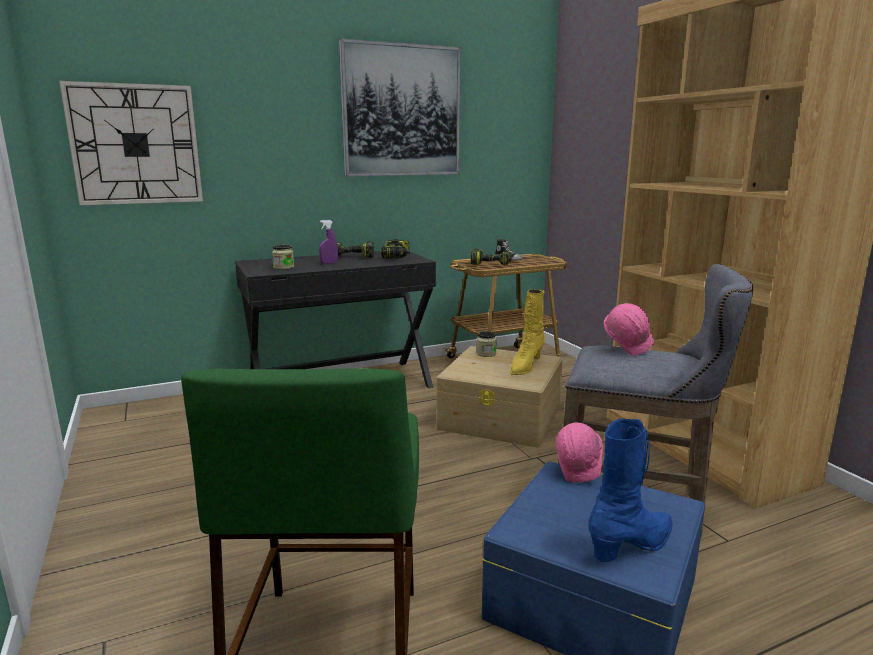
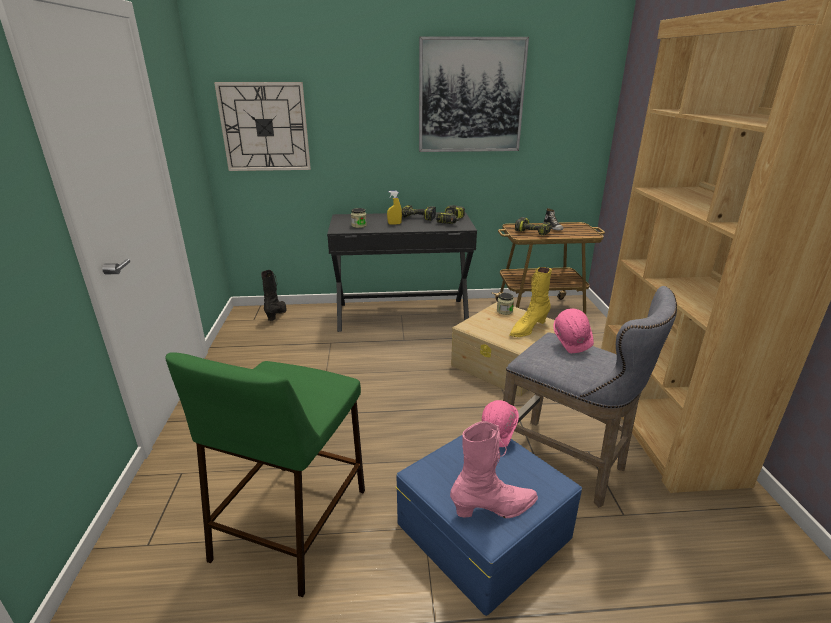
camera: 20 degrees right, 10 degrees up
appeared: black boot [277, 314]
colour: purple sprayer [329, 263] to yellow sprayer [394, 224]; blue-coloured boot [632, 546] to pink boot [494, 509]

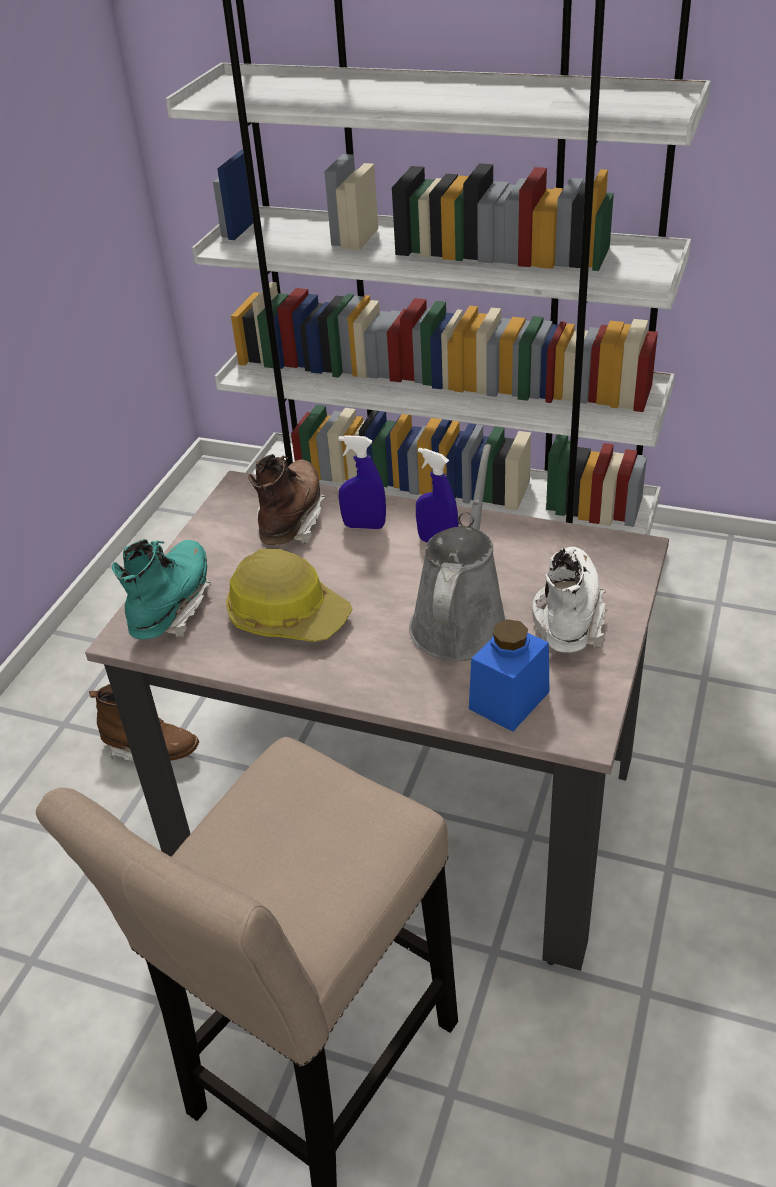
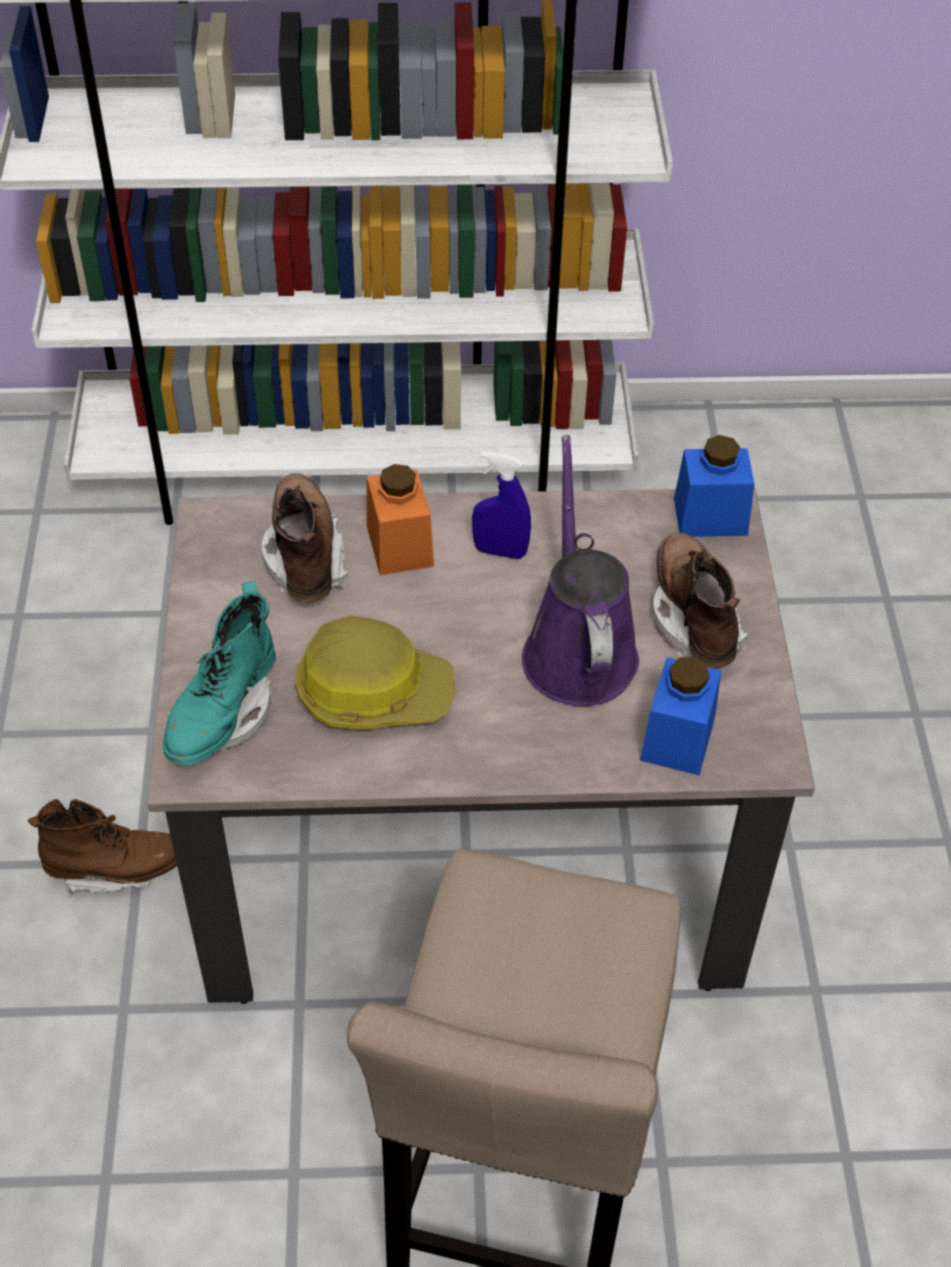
camera: 25 degrees left, 10 degrees up
appeared: blue-coloured jar [710, 516]
exchanged: blue-coloured sprayer [364, 526] to orange-coloured jar [400, 546]
colour: greyish watering pot [461, 619] to purple watering pot [577, 649]; whitish boot [568, 618] to brown-coloured boot [694, 619]
spun: turquoise boot [172, 607] = [223, 715] 150 degrees counterclockwise

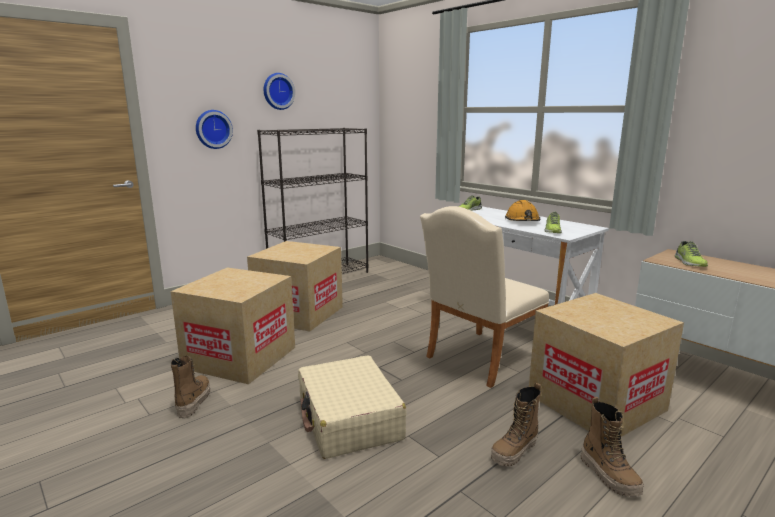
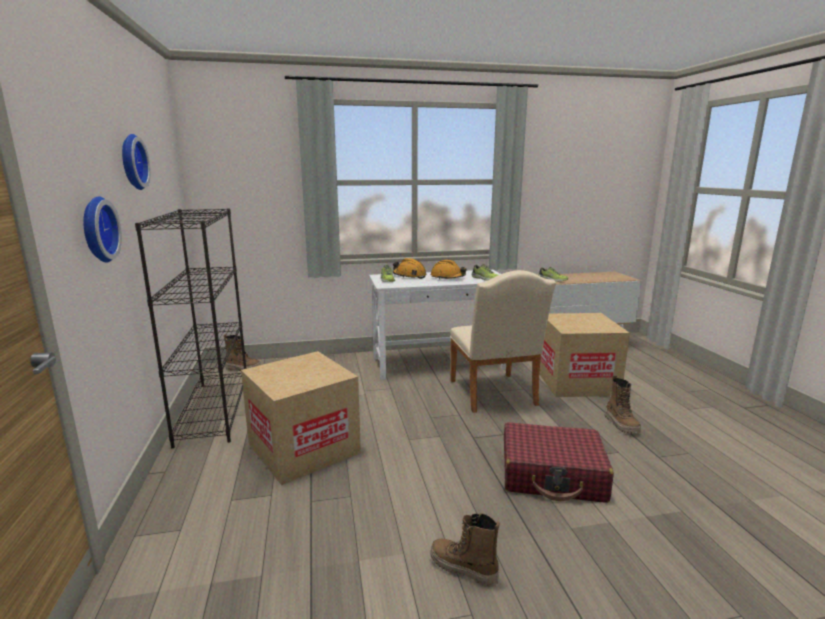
camera: 60 degrees left, 0 degrees up
missing: carton [240, 357]
appeared: orange-coloured work helmet [409, 276]
relocated: boot [609, 476] to [243, 368]
colour: sand-coloured piece of luggage [349, 419] to reddish piece of luggage [552, 475]

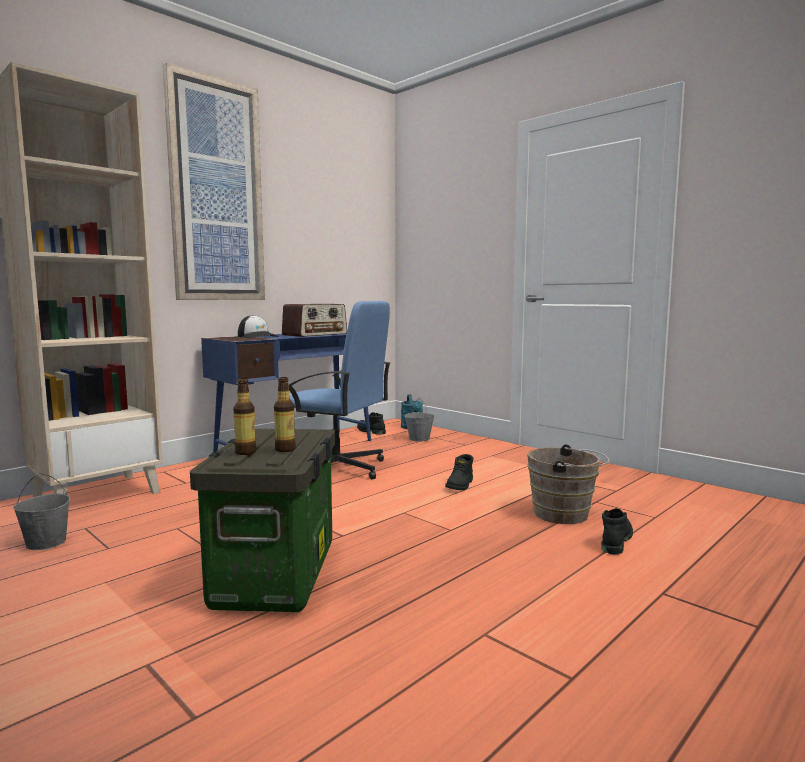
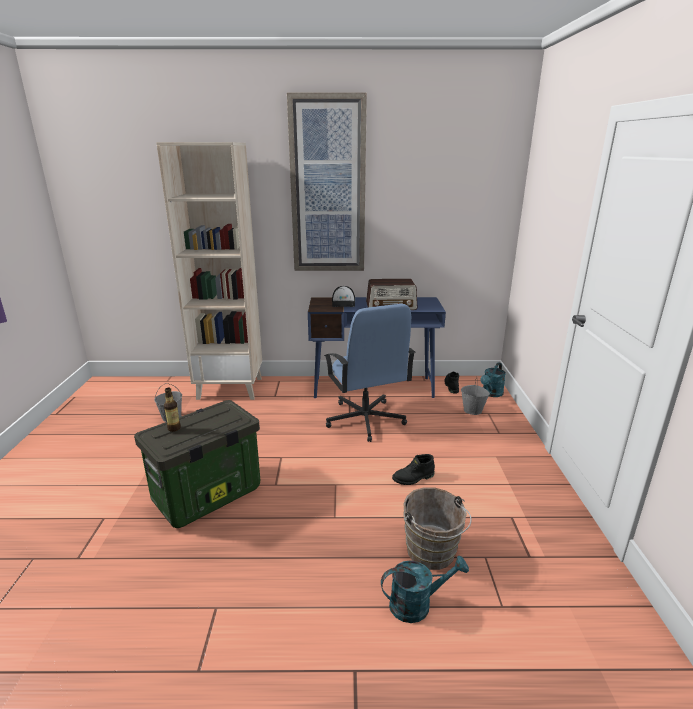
camera: 45 degrees right, 15 degrees up
missing: beverage bottle [285, 449]
exchanged: black boot [615, 541] to turquoise watering pot [417, 604]

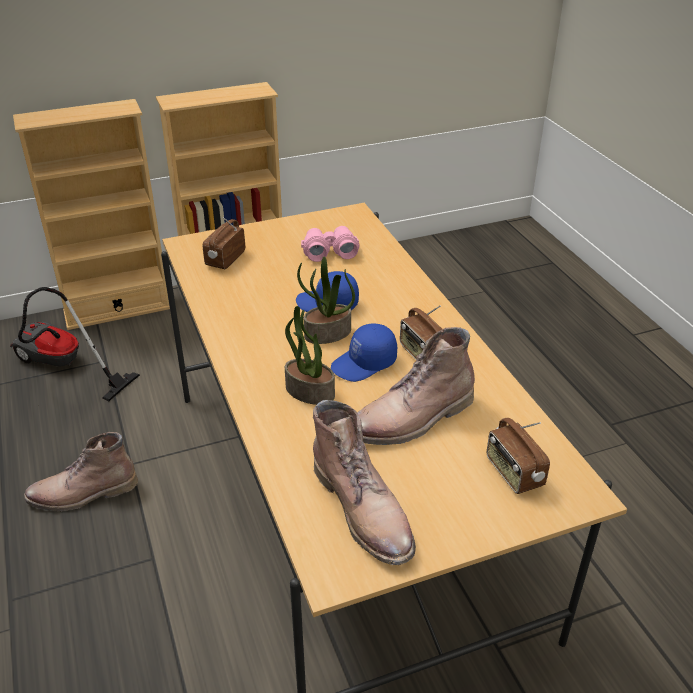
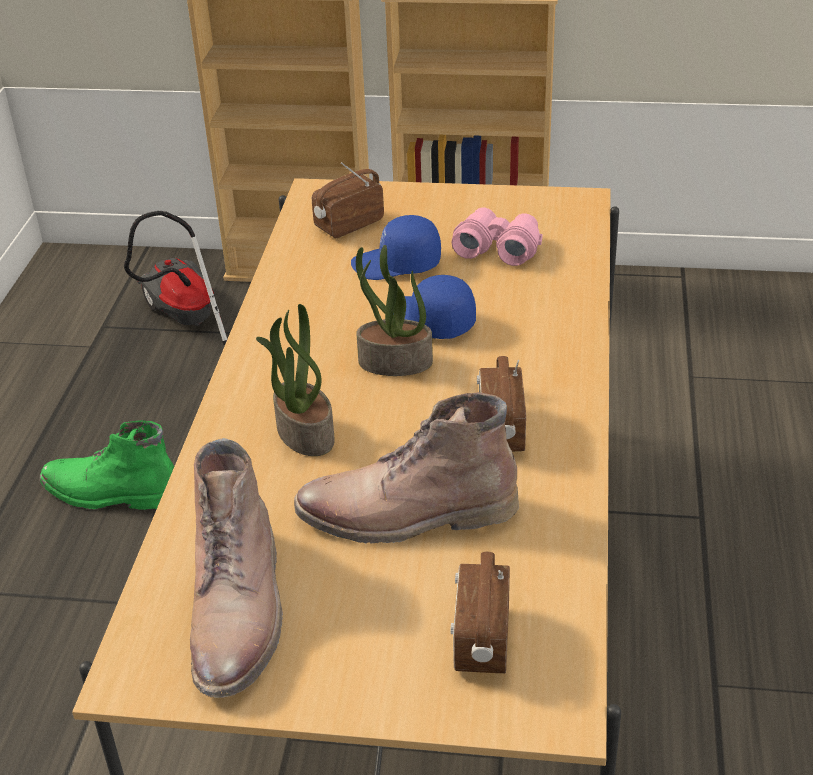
camera: 30 degrees right, 0 degrees up
relocated: blue-coloured cap [364, 364] to [397, 265]
colour: brown-coloured boot [82, 494] to green-coloured boot [109, 493]

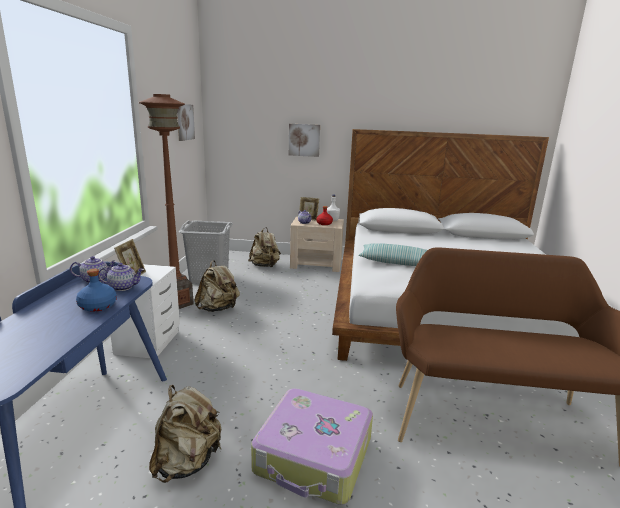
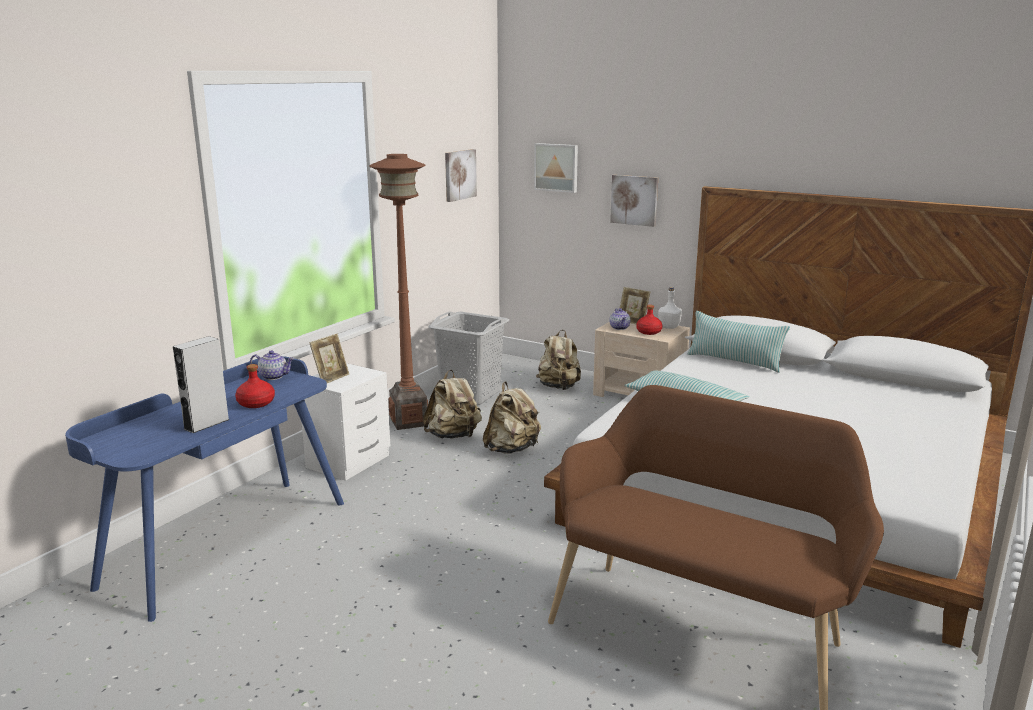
camera: 25 degrees right, 0 degrees up
missing: tea pot [123, 287]; piece of luggage [314, 456]
appeared: wall art [556, 167]; throw pillow [734, 361]; greyish audio speaker [206, 424]
relocated: sand-coloured knapsack [187, 462] to [511, 449]
colour: blue-coloured beverage bottle [97, 306] to reddish beverage bottle [255, 403]

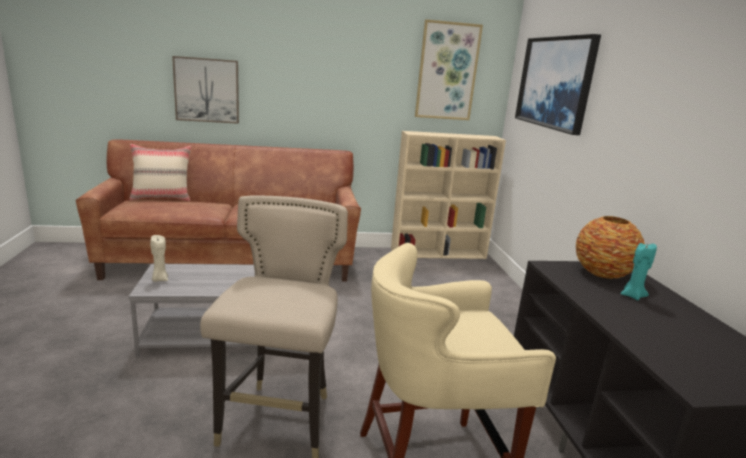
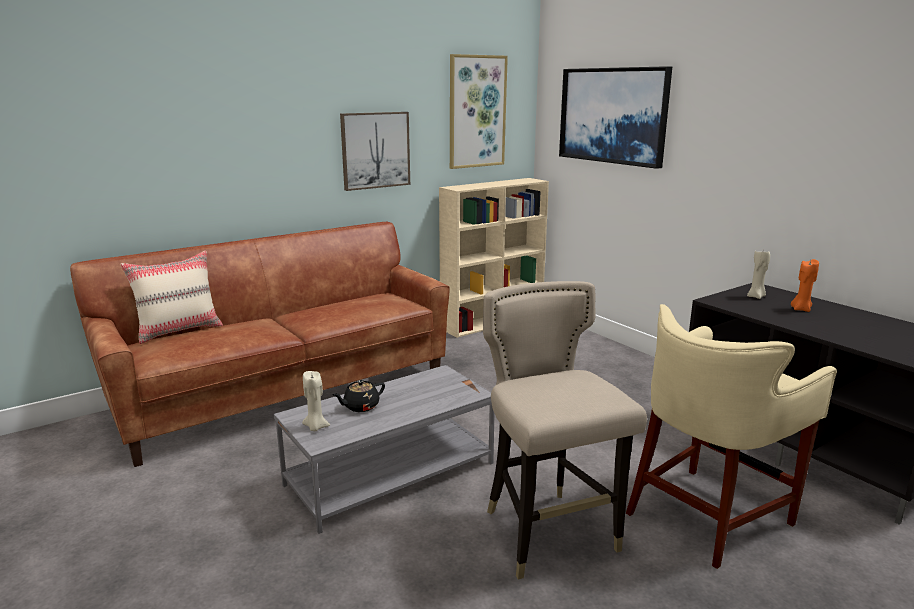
camera: 25 degrees left, 0 degrees up
appeared: black tea pot [360, 406]
relocated: wall art [207, 90] to [375, 150]
exchanged: flower vase [602, 273] to sand-coloured wax light [756, 296]
colour: turquoise wax light [632, 296] to orange-coloured wax light [801, 309]

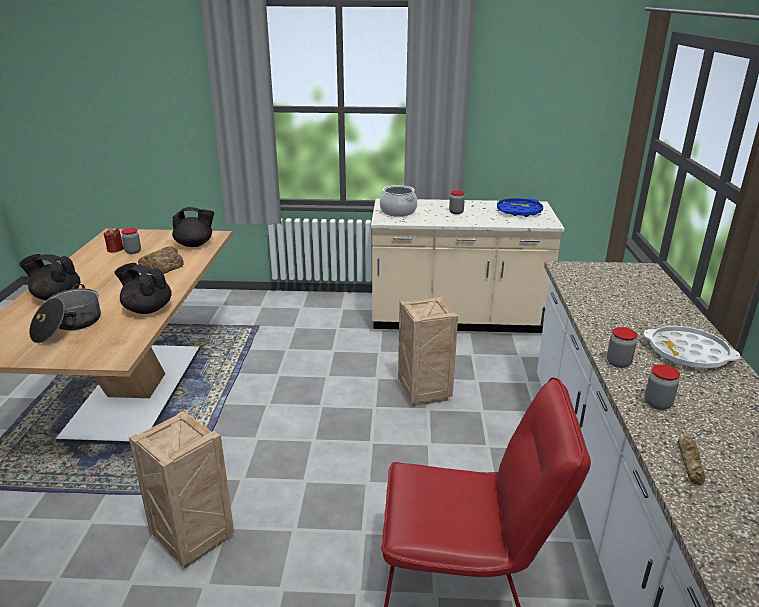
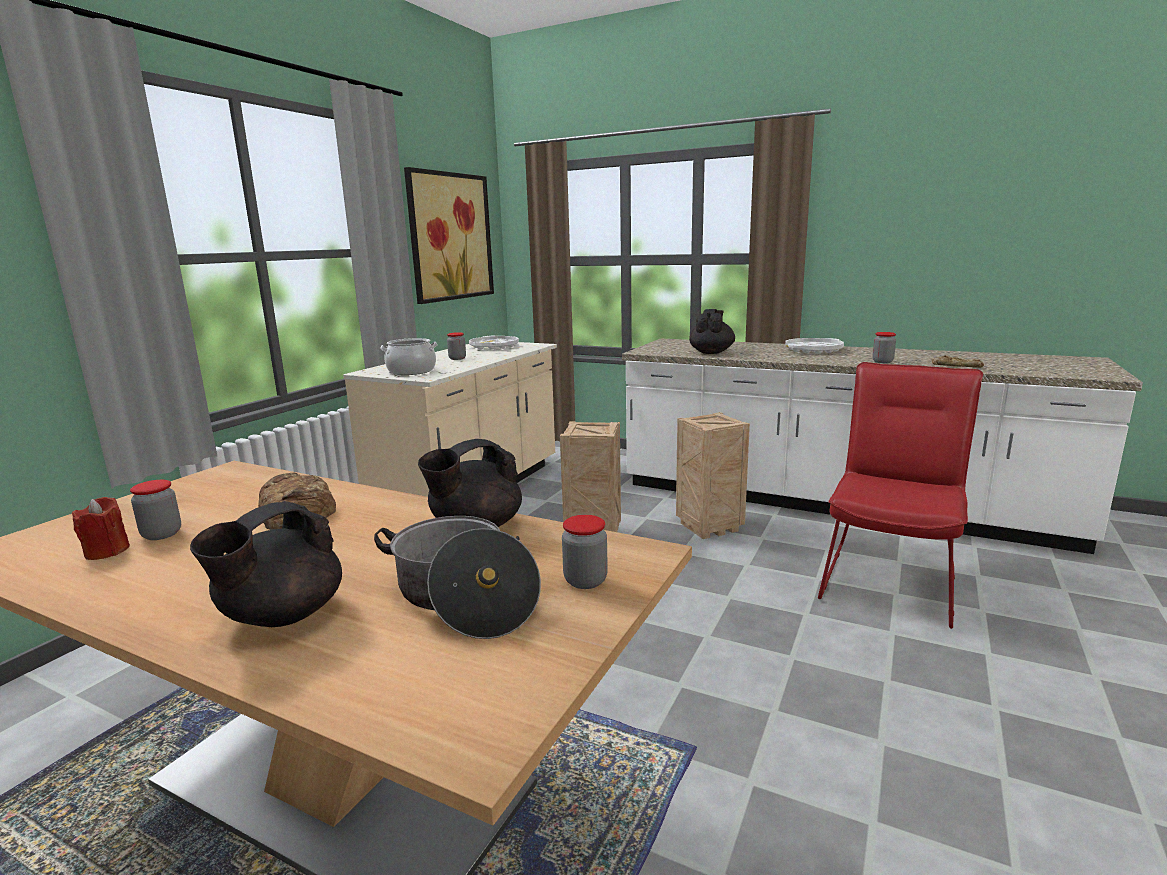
camera: 65 degrees left, 10 degrees down
appeared: wall art [450, 237]
relocated: black tea pot [195, 245] to [711, 352]; jar [618, 363] to [585, 581]; packing crate [195, 540] to [710, 526]
colour: blue-coloured carrying tray [519, 211] to whitish carrying tray [494, 347]

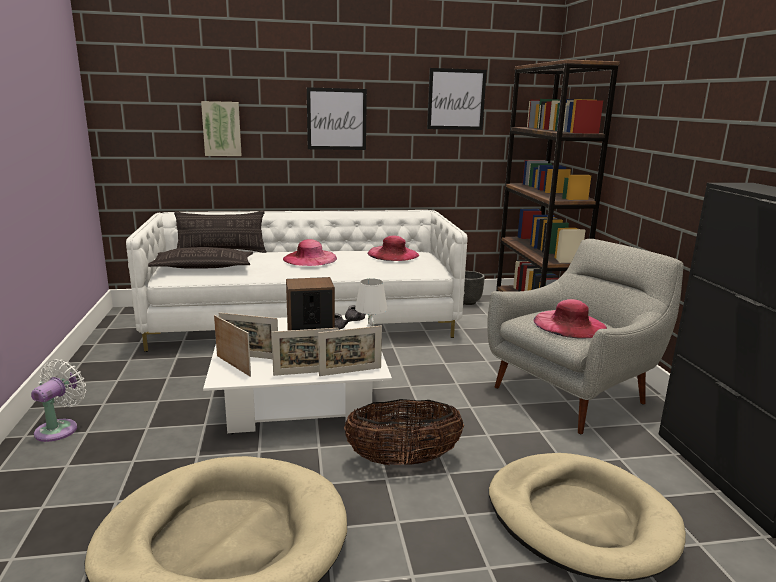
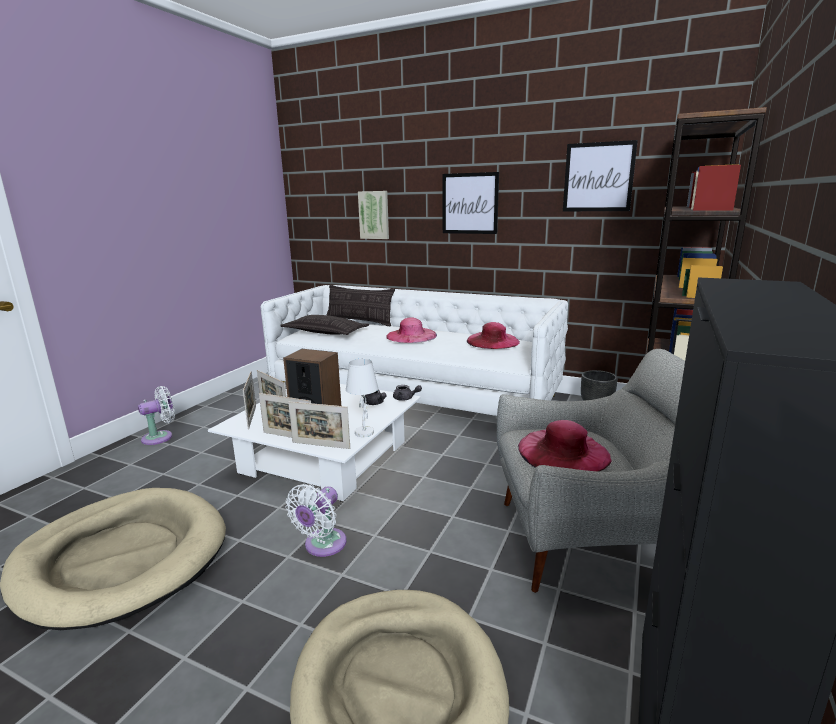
camera: 35 degrees right, 0 degrees up
exchanged: household basket [403, 460] to whitish electric fan [322, 546]

